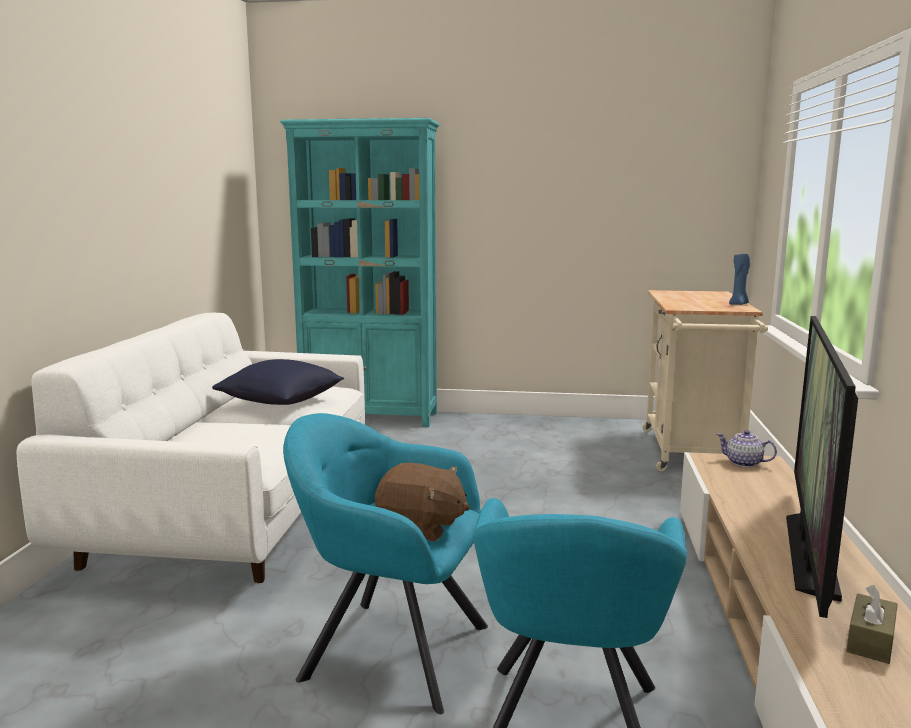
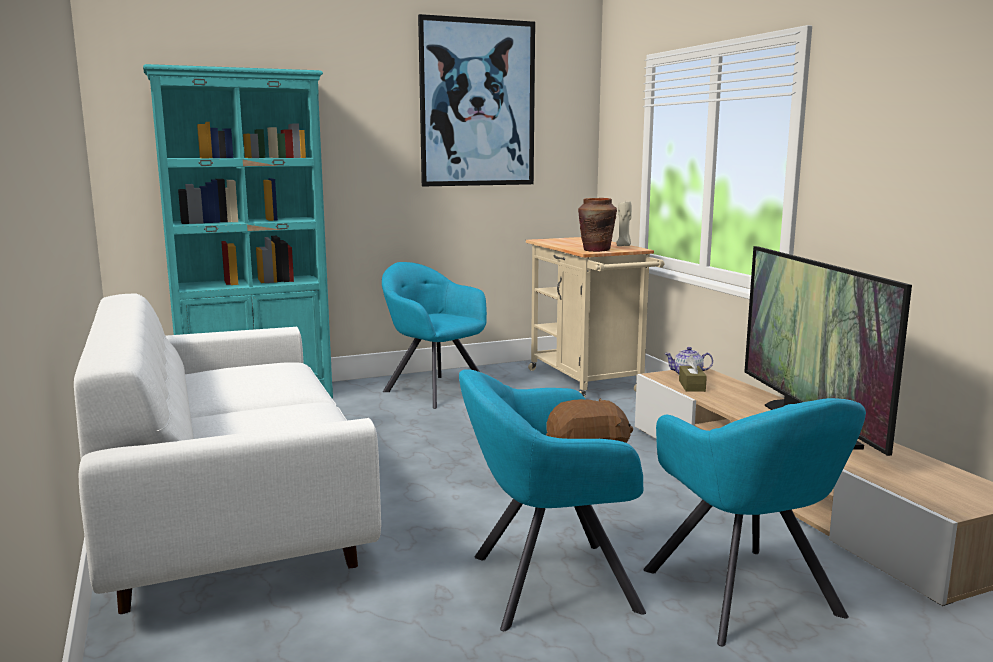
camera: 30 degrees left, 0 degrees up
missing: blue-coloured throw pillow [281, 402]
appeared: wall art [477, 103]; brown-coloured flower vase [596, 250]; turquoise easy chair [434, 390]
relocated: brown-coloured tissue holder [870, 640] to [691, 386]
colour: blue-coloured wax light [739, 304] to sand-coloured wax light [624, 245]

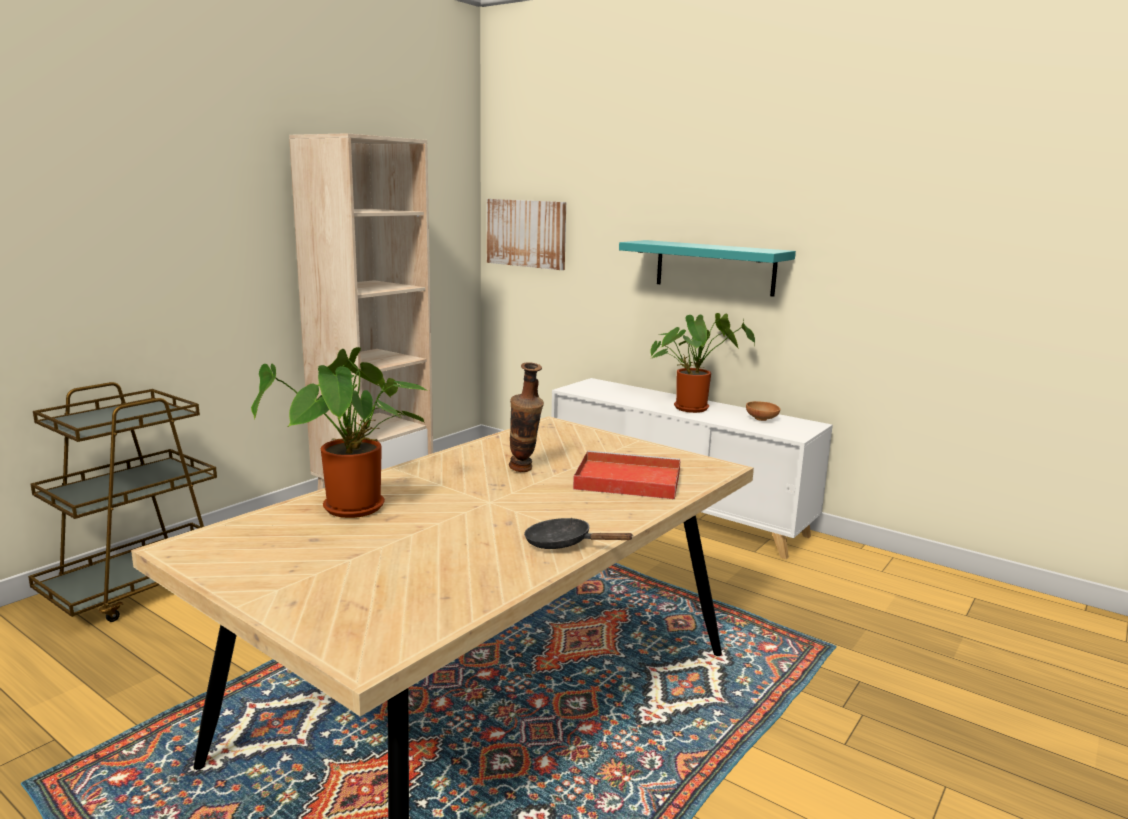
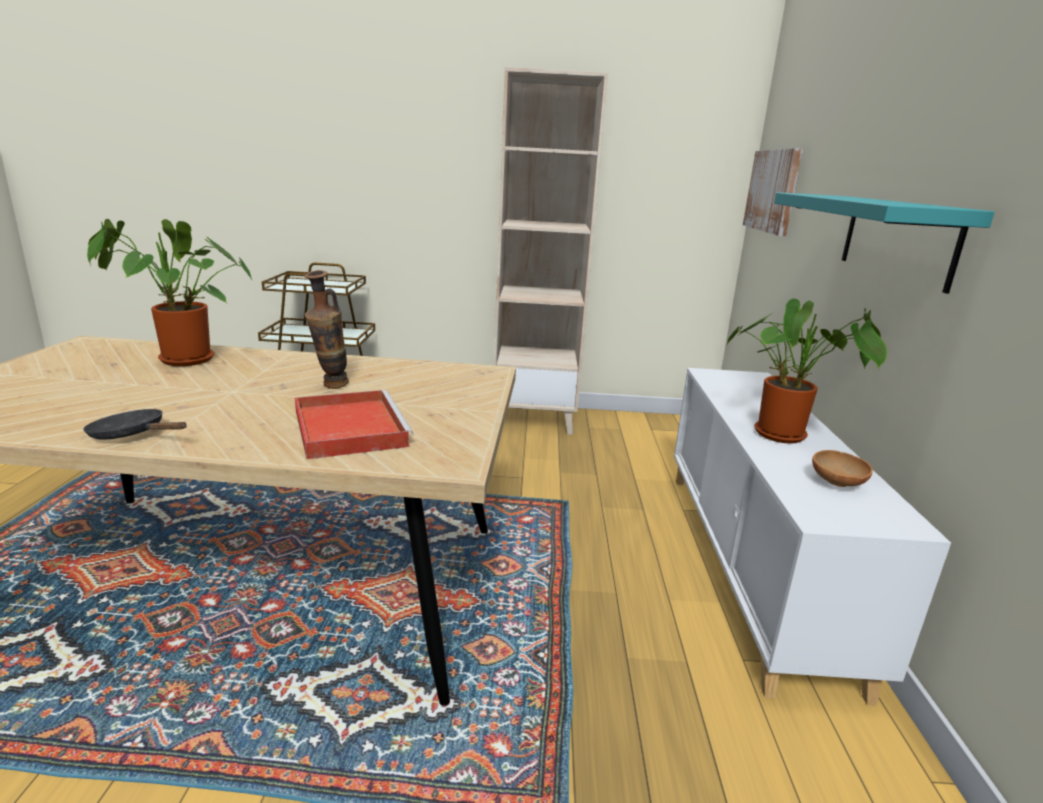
camera: 55 degrees right, 5 degrees up
spun: black frying pan [564, 544] = [133, 435] 60 degrees counterclockwise

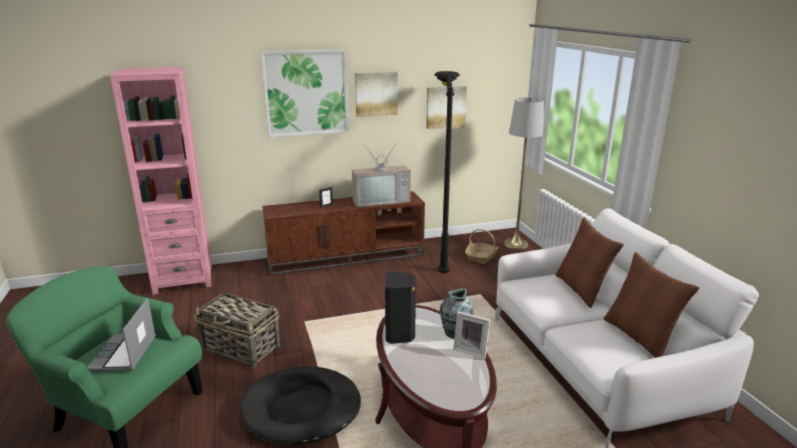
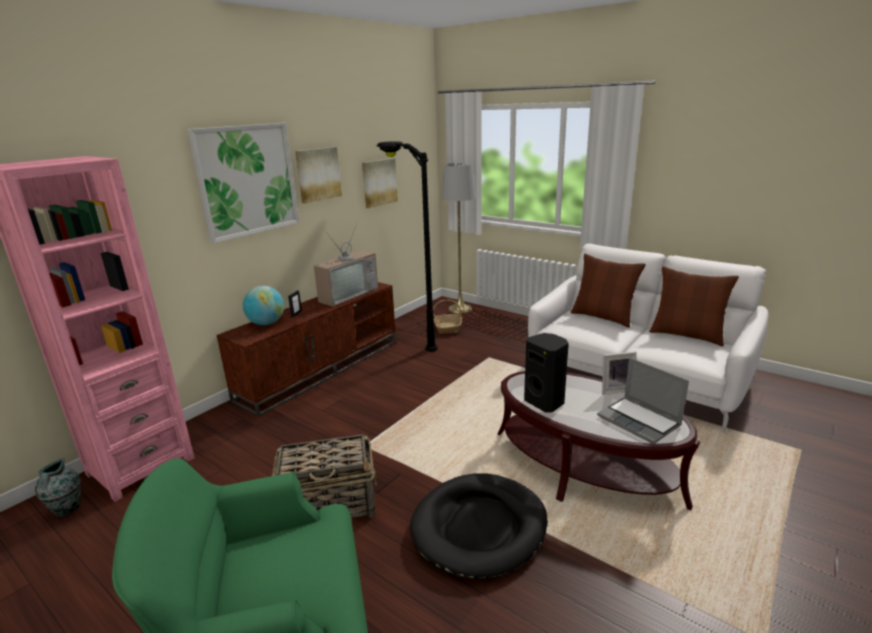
camera: 35 degrees left, 0 degrees up
appeared: globe [266, 323]
relocated: flower vase [455, 333] to [67, 509]; portable computer [124, 354] to [640, 421]

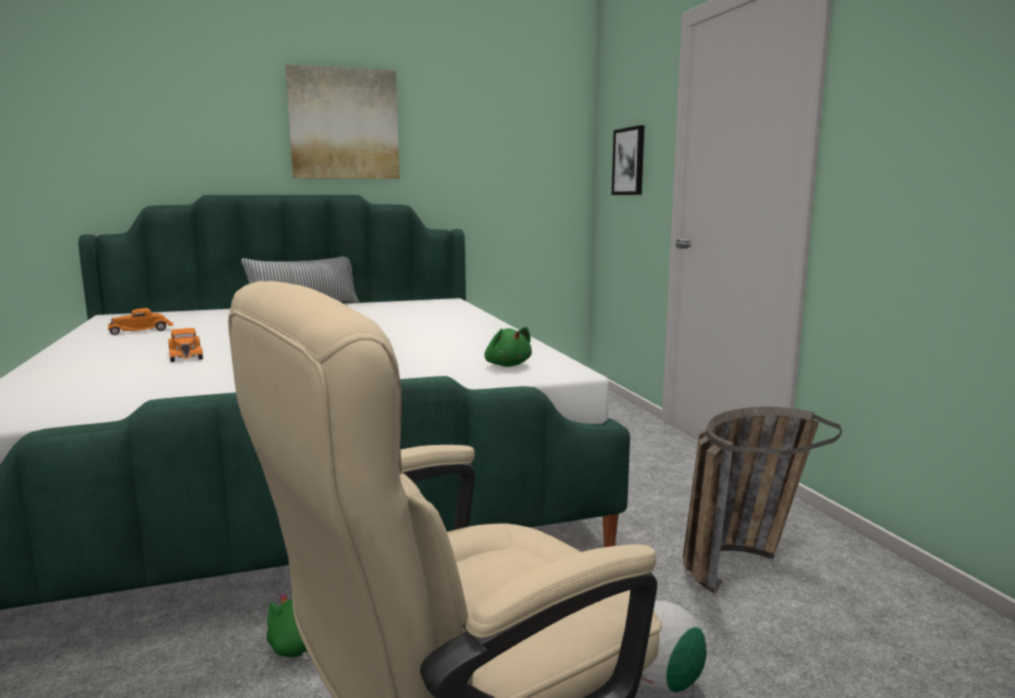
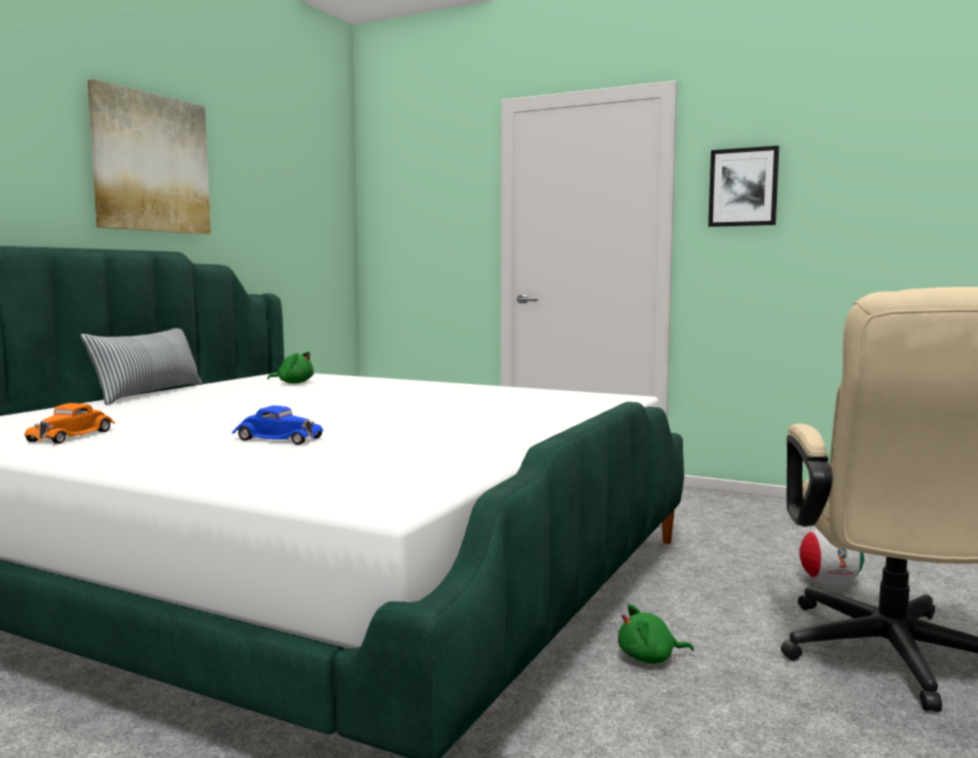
camera: 45 degrees left, 5 degrees down
missing: household basket [743, 561]
relocated: wall art [629, 161] to [743, 187]; green-coloured cuddly toy [507, 365] to [294, 383]
colour: orange-coloured model car [185, 354] to blue-coloured model car [277, 439]

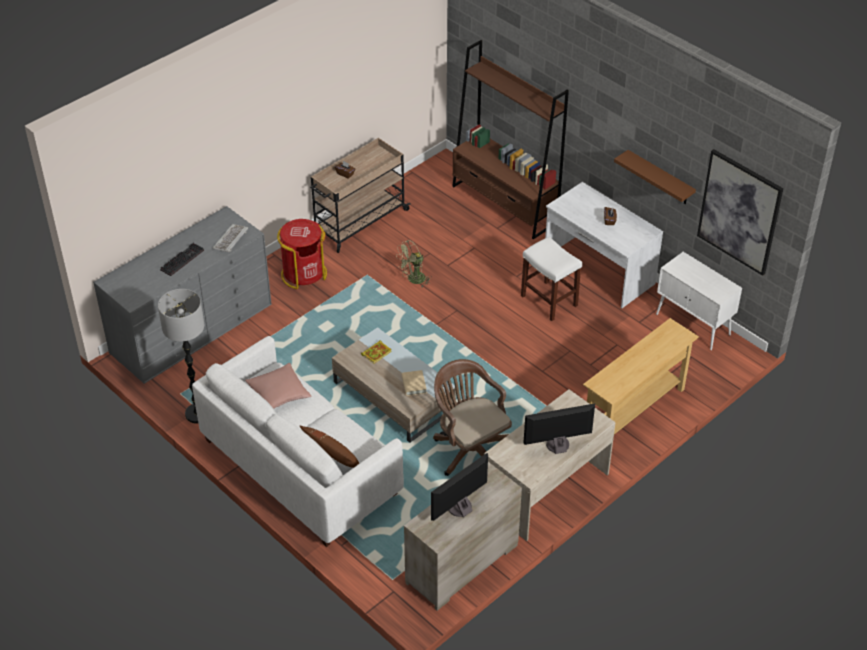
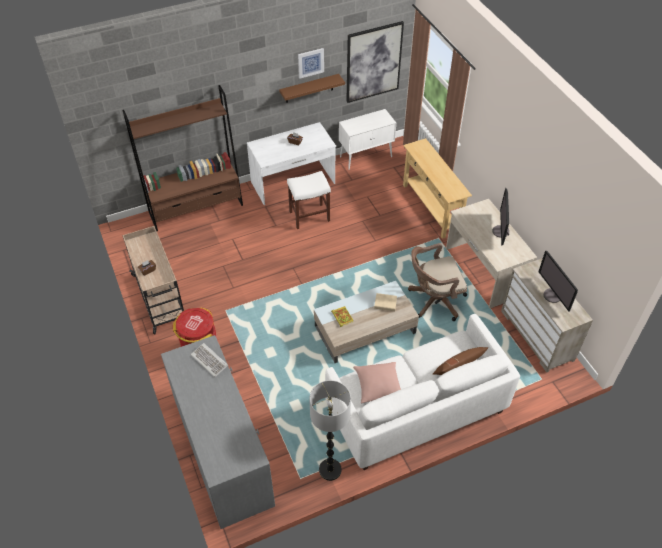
camera: 70 degrees left, 5 degrees up
missing: green-coloured electric fan [413, 280]; PC keyboard [182, 259]
appeared: wall art [310, 62]

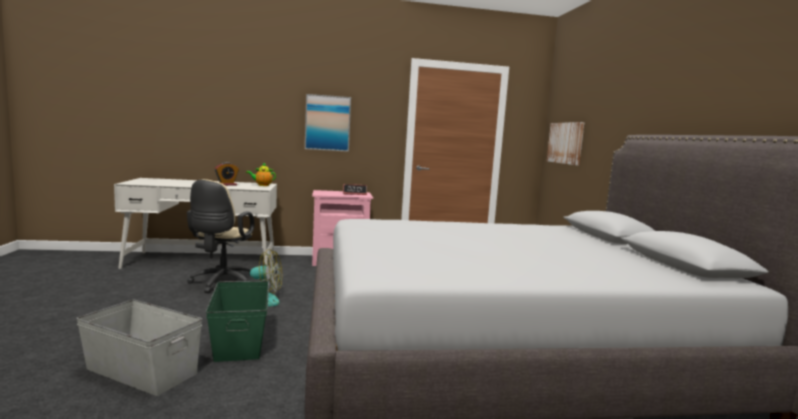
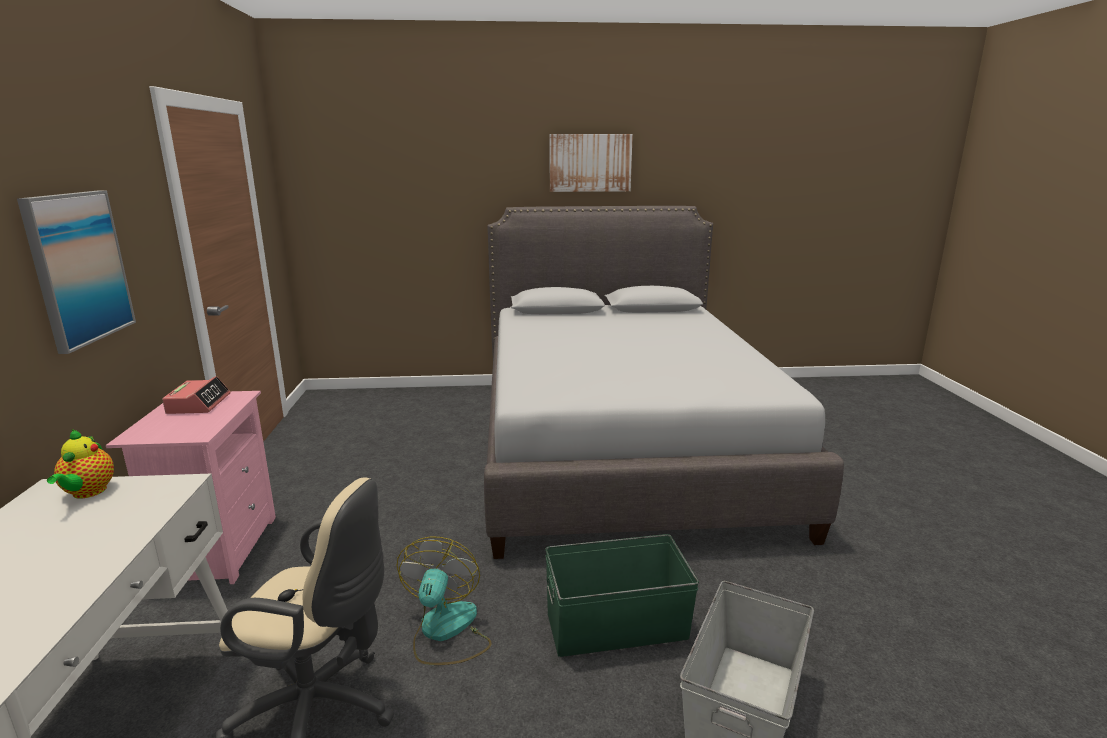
camera: 85 degrees left, 10 degrees up
missing: bedside clock [226, 185]
relocated: wall art [565, 143] to [590, 163]

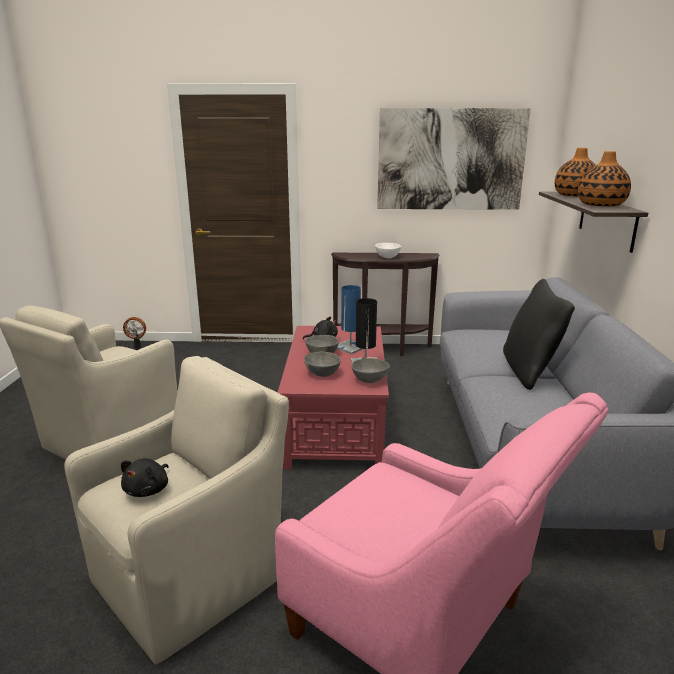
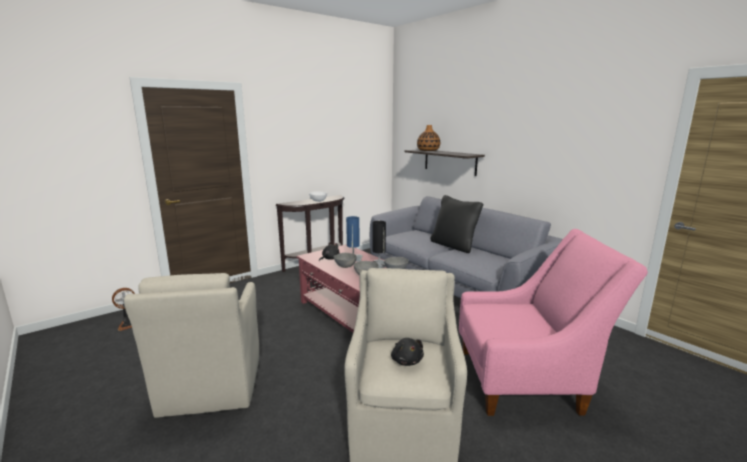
camera: 40 degrees left, 5 degrees down
missing: wall art [450, 160]; flower vase [601, 205]

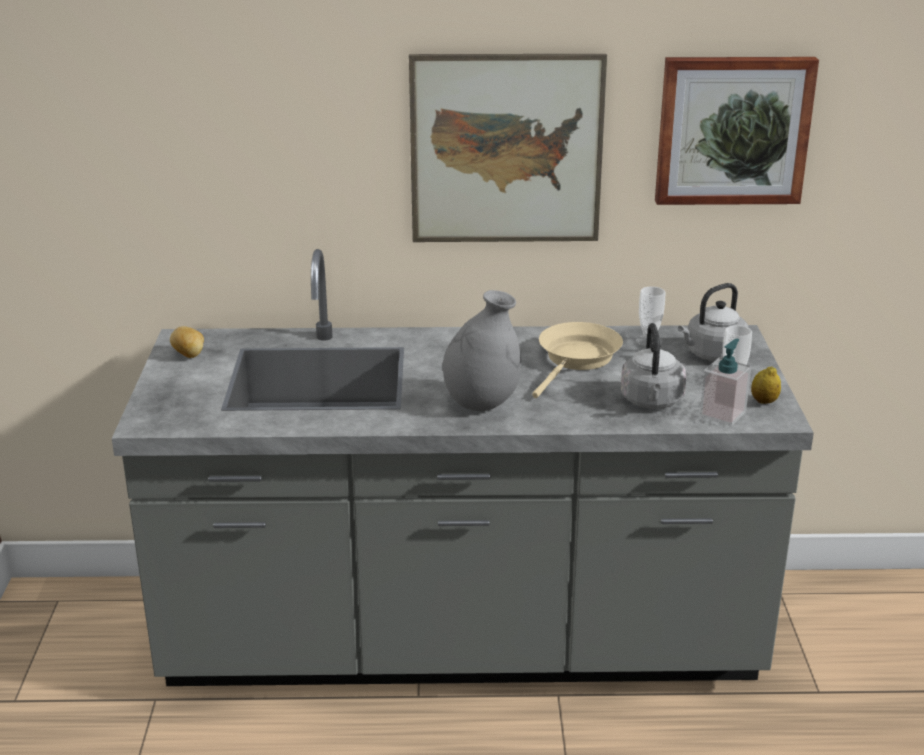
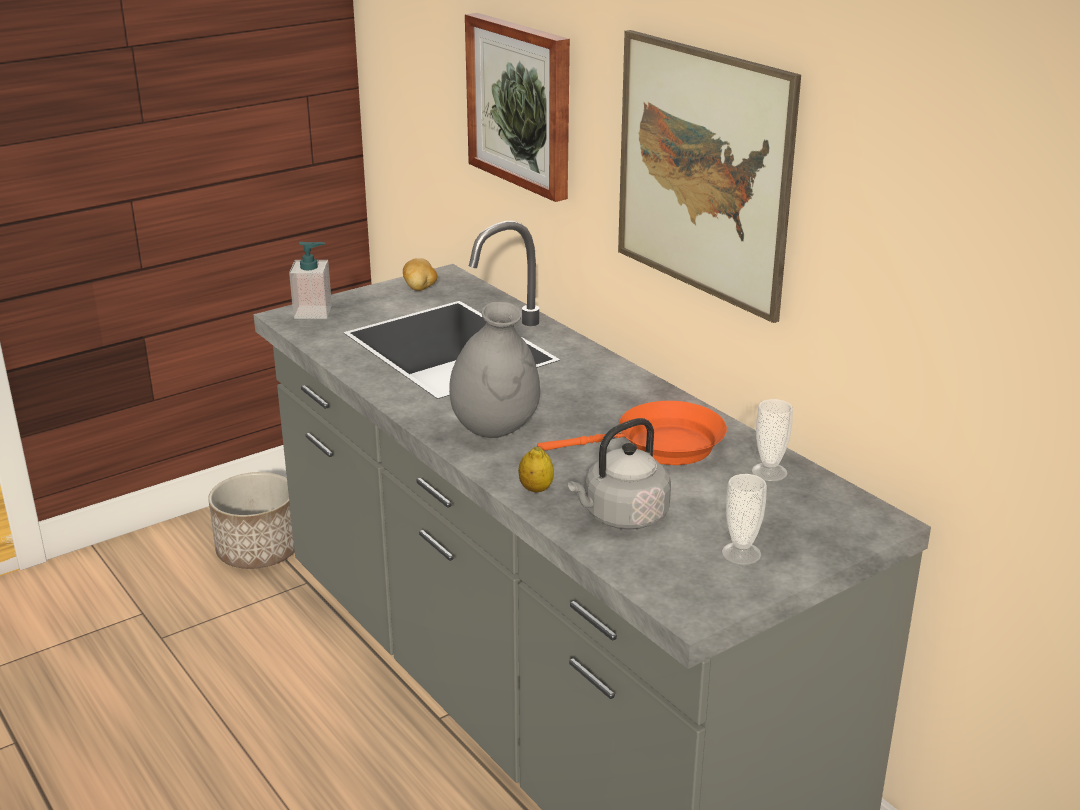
camera: 55 degrees right, 0 degrees up
missing: greyish water kettle [712, 355]
appeared: planter [257, 551]
relocated: wall art [732, 130] to [521, 104]; soap dispenser [722, 414] to [313, 312]; citrus fruit [764, 401] to [536, 489]
colour: sand-coloured frying pan [577, 359] to orange-coloured frying pan [660, 447]

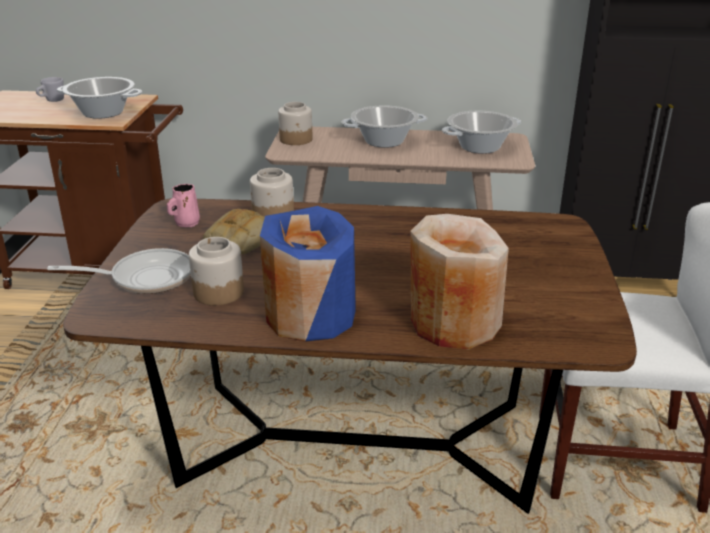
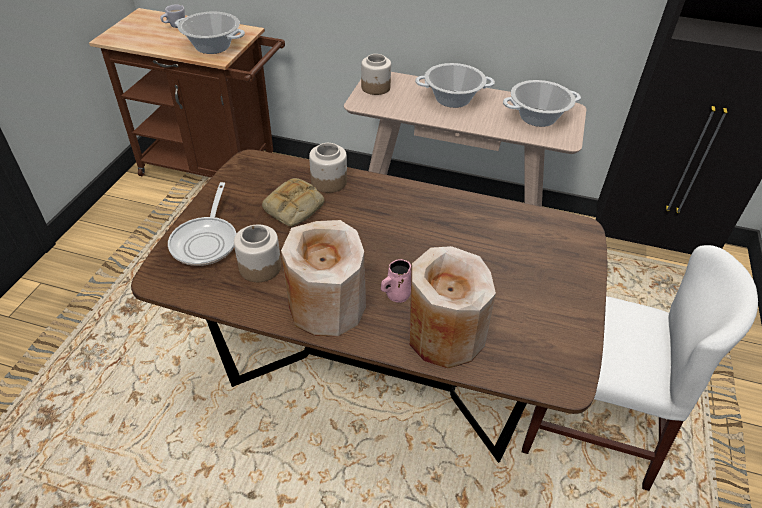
camera: 10 degrees right, 15 degrees up
relocated: pink mug [186, 223] to [396, 295]
colour: blue-coloured flower vase [310, 316] to sand-coloured flower vase [326, 307]
spun: frying pan [145, 278] = [206, 241] 90 degrees clockwise

